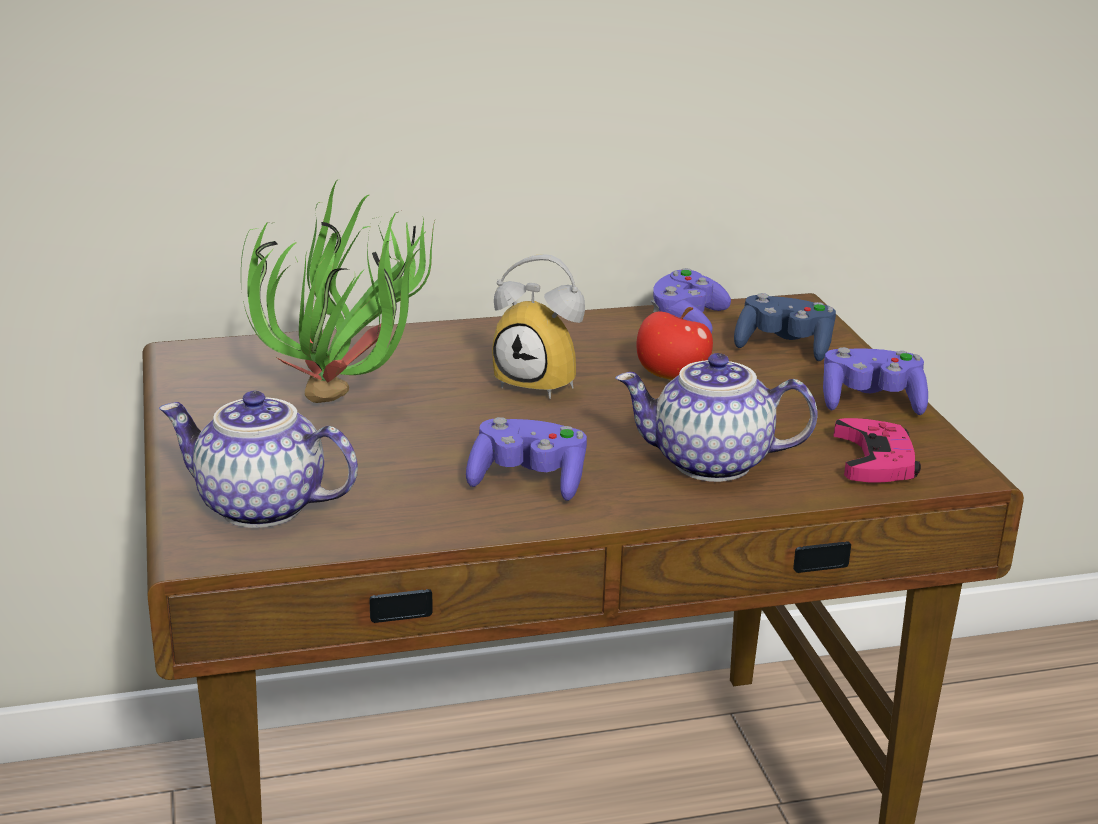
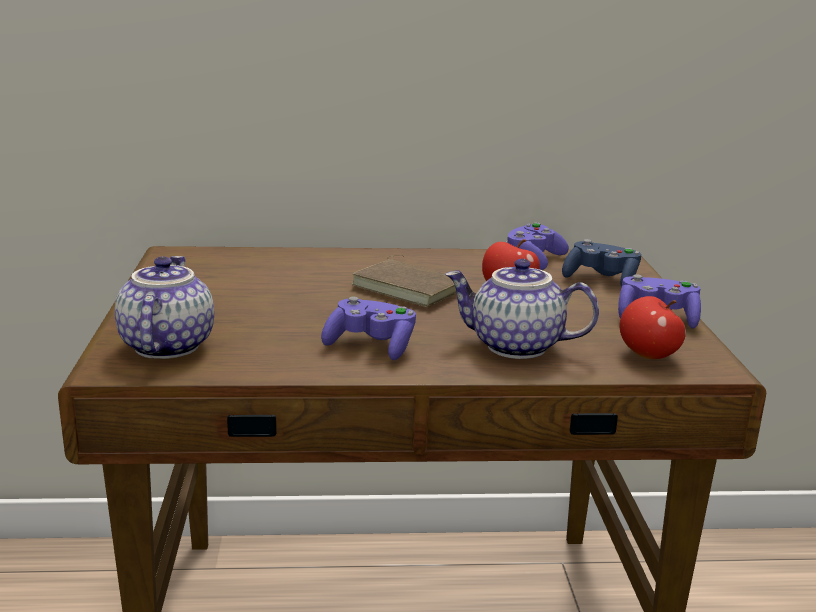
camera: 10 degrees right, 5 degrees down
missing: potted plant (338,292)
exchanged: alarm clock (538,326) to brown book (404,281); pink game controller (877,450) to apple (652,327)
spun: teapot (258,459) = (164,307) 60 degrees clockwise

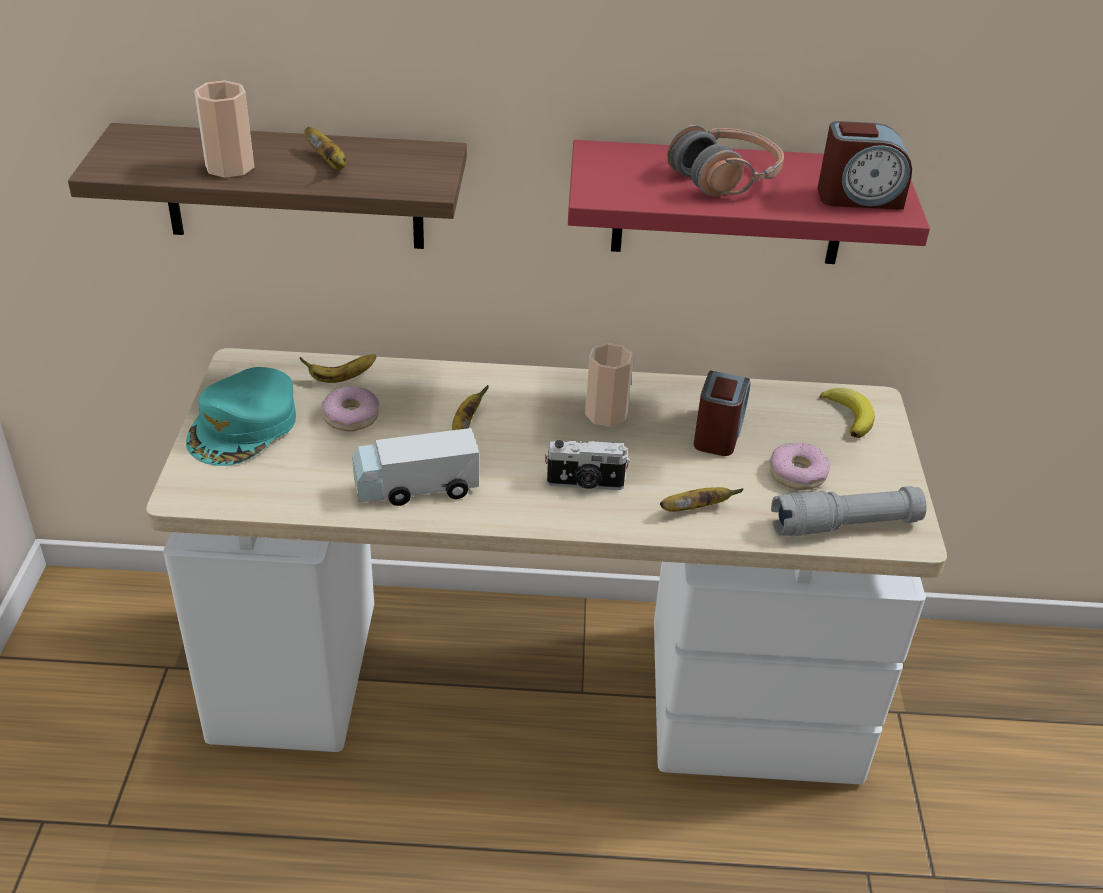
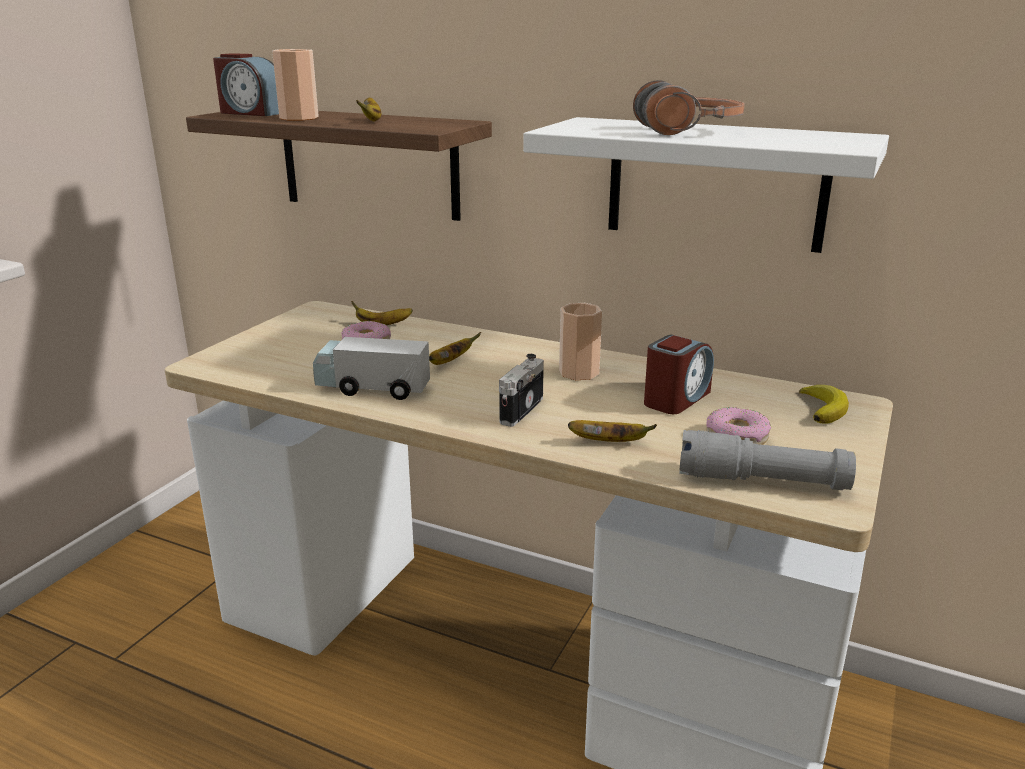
camera: 25 degrees right, 15 degrees down
missing: turquoise cap (241,416)
relocated: alarm clock (864,165) to (246,84)
colour: red shelf (749,202) to white shelf (706,185)
spun: photo camera (587,465) = (521,390) 90 degrees clockwise

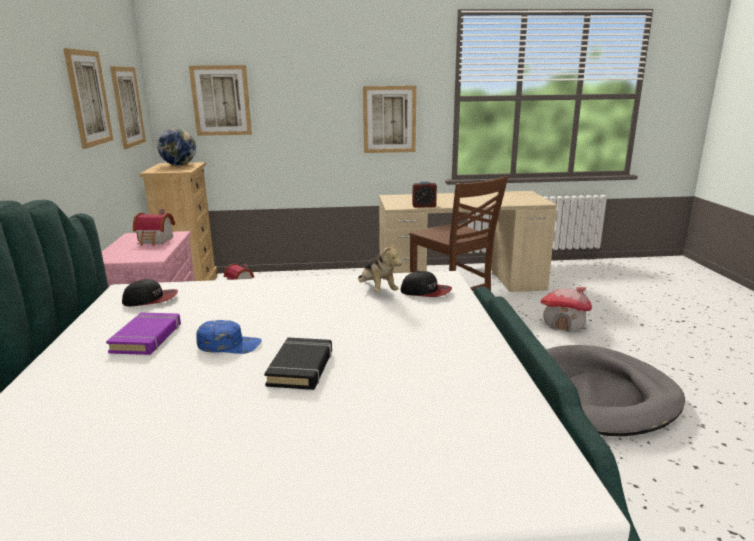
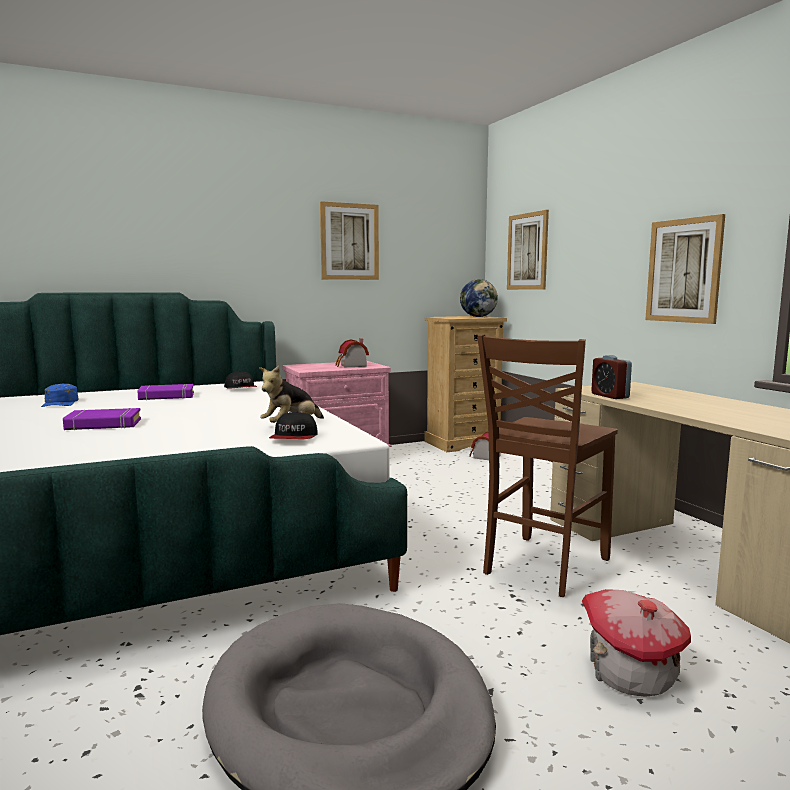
camera: 70 degrees right, 10 degrees down
missing: picture (128,107)
relocated: blue cap (229,337) to (59,395)
colour: black book (298,364) to purple book (102,419)

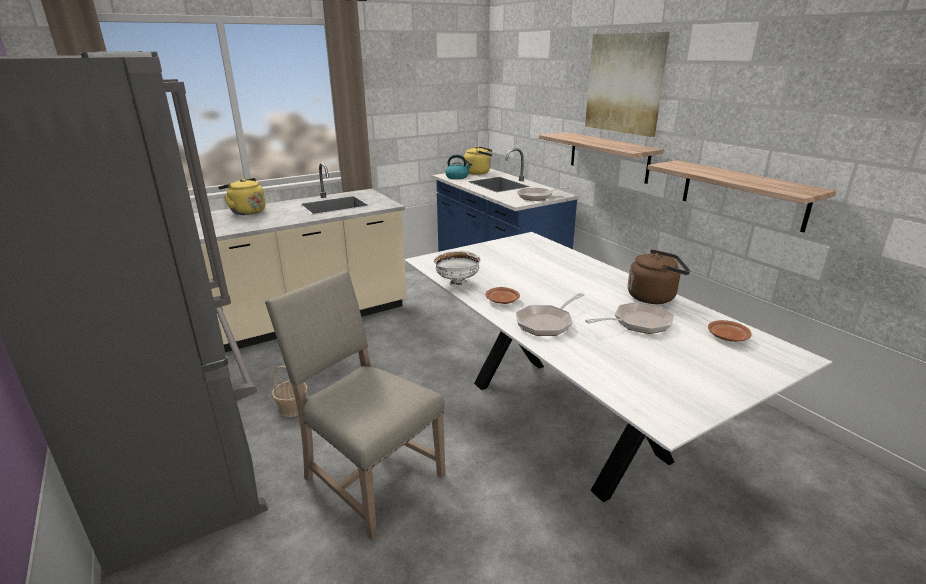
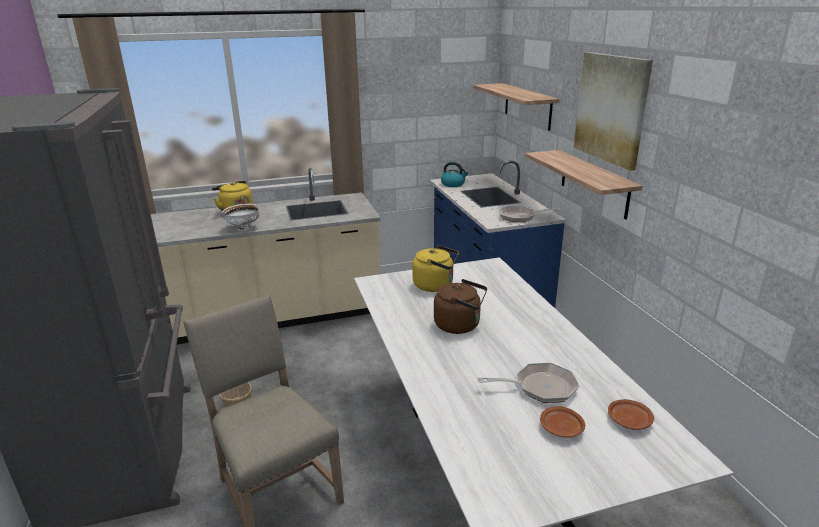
camera: 15 degrees right, 0 degrees up
missing: frying pan (550,314)
relocated: yellow kettle (478,160) to (435,268); shelf (742,196) to (516,107); brown kettle (659,276) to (460,306); white bowl (457,269) to (241,217); brown plate (503,295) to (562,422)

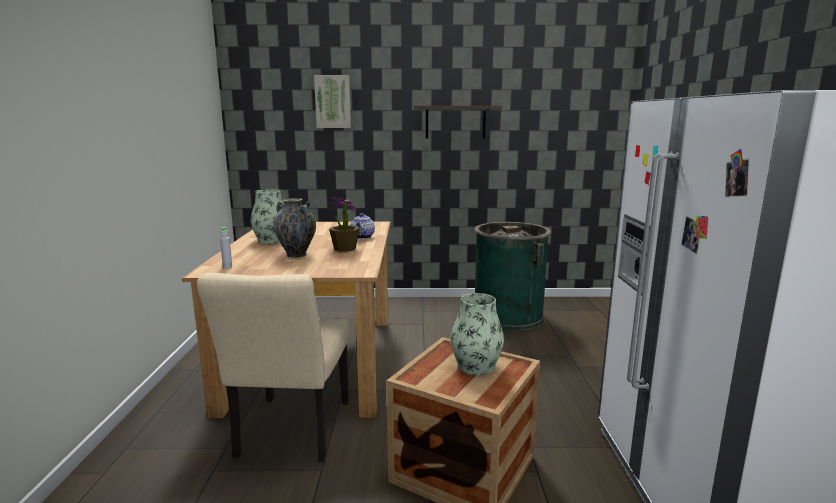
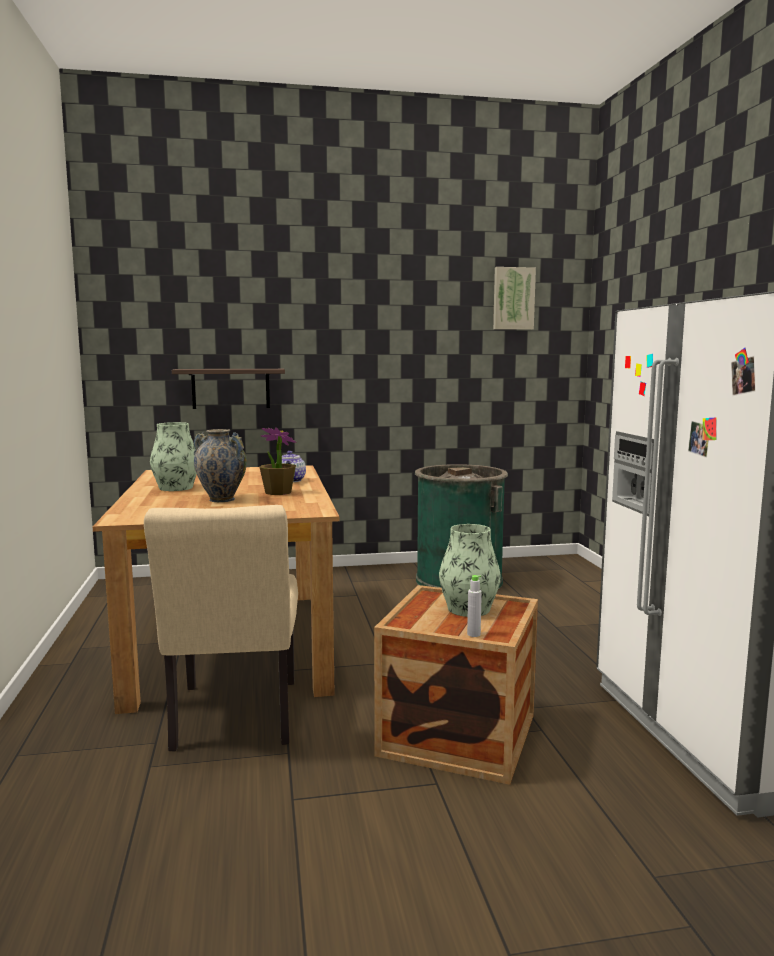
camera: 10 degrees left, 5 degrees down
relocated: picture (332,101) to (514,298); shelf (458,122) to (228,389); grey bottle (226,248) to (474,606)

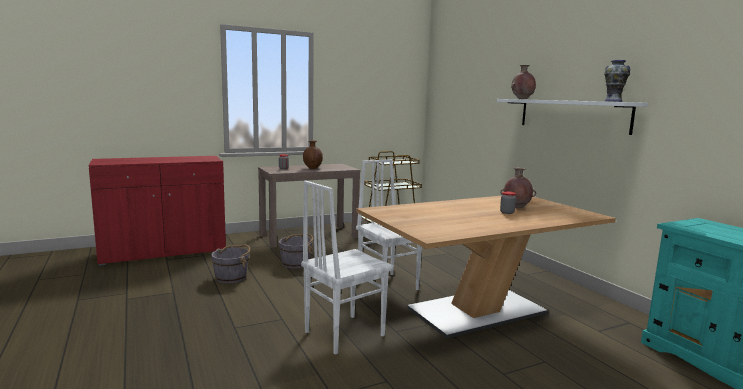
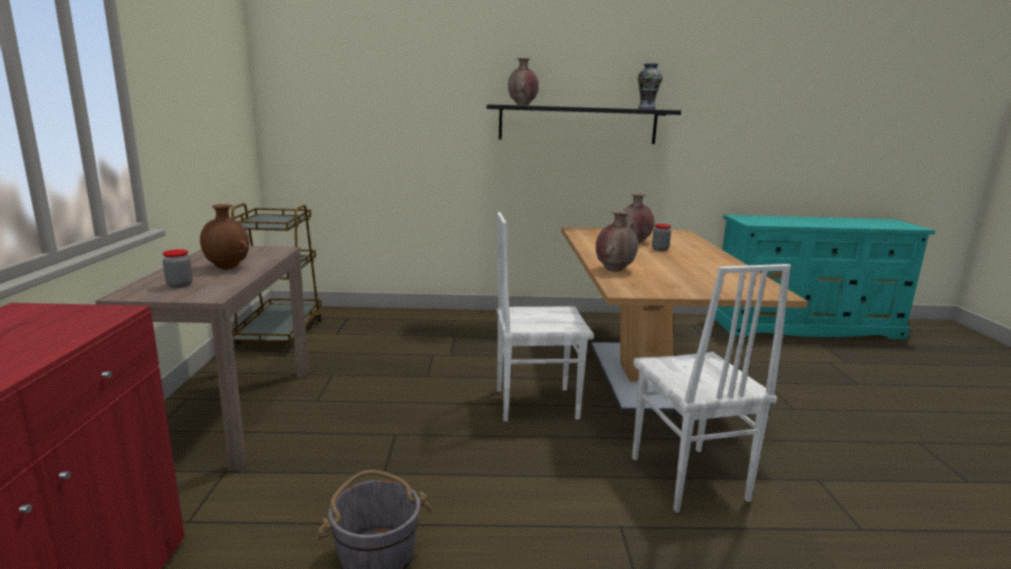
camera: 65 degrees left, 5 degrees up
missing: grey bucket (296,251)
appeared: brown vase (617,241)
colour: white shelf (572,117) to black shelf (584,124)

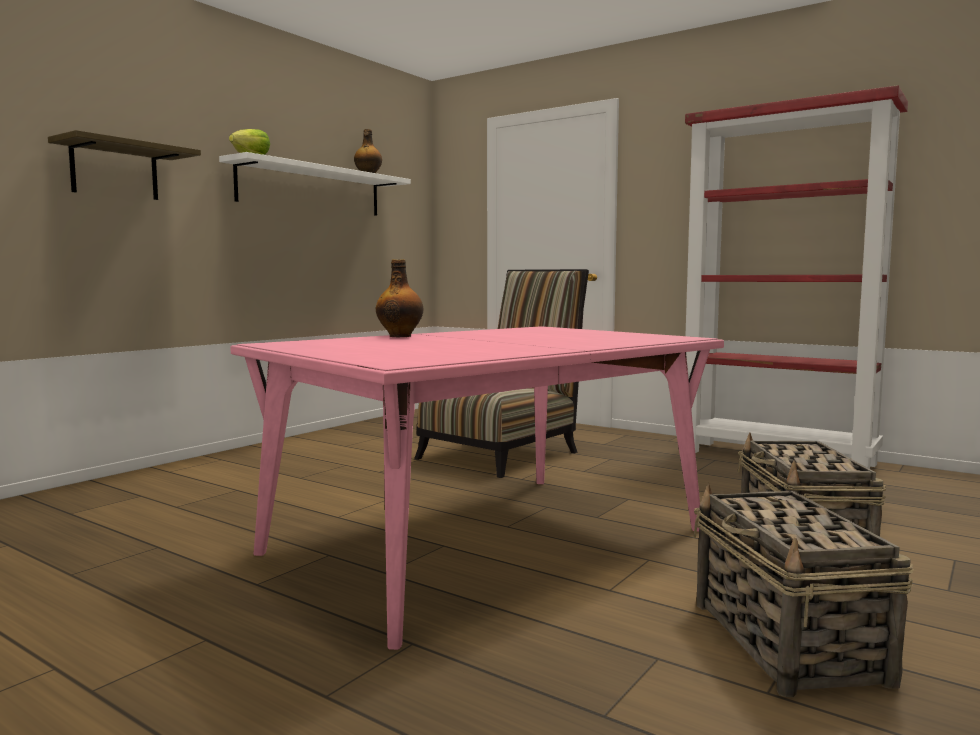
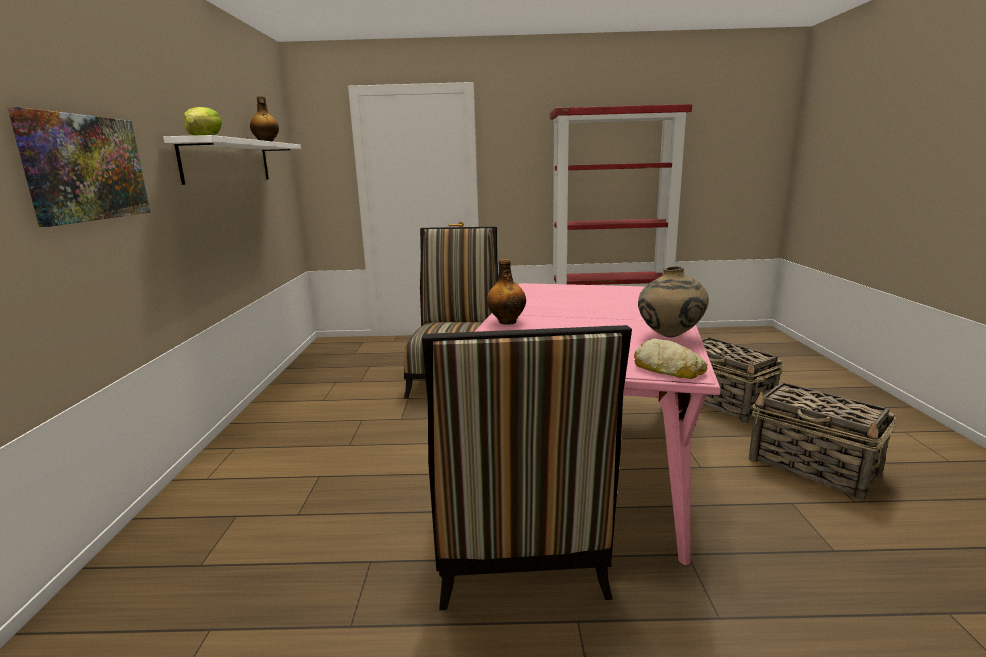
camera: 35 degrees left, 10 degrees up
appeared: beige vase (673,302); chair (527,467); bread (670,359)
exchanged: shelf (124,165) to picture (78,167)

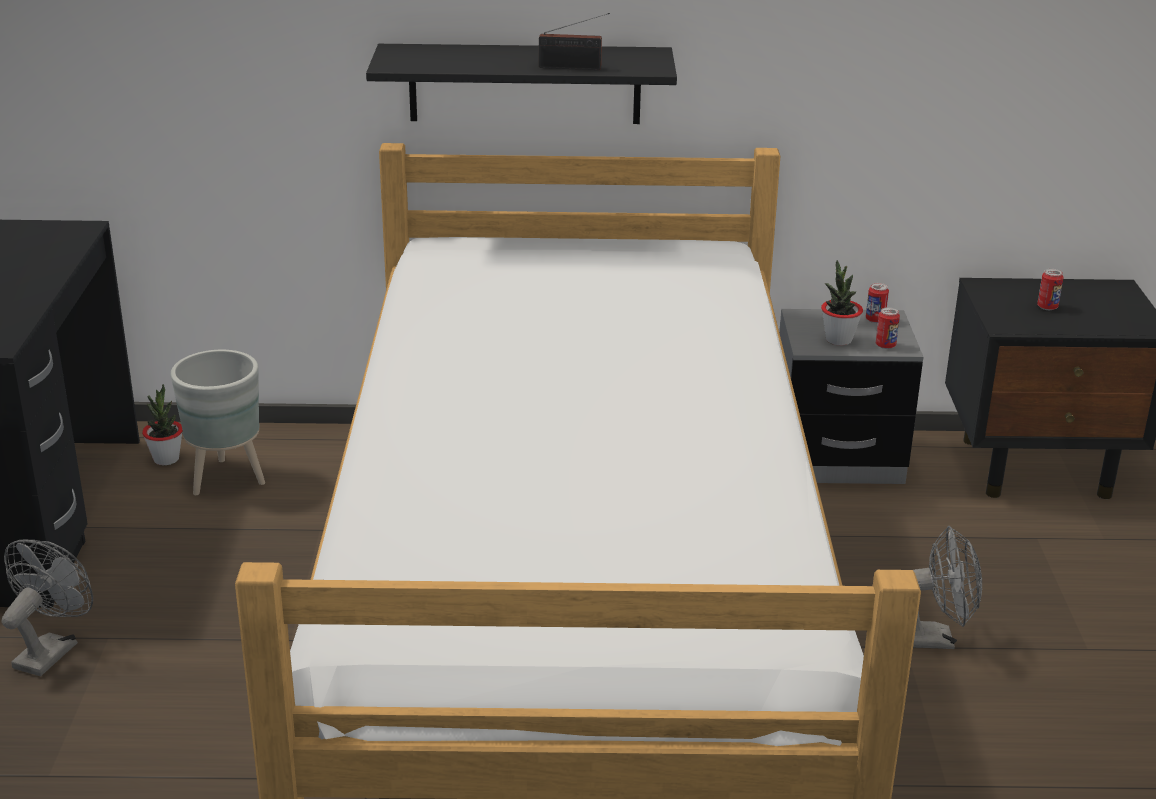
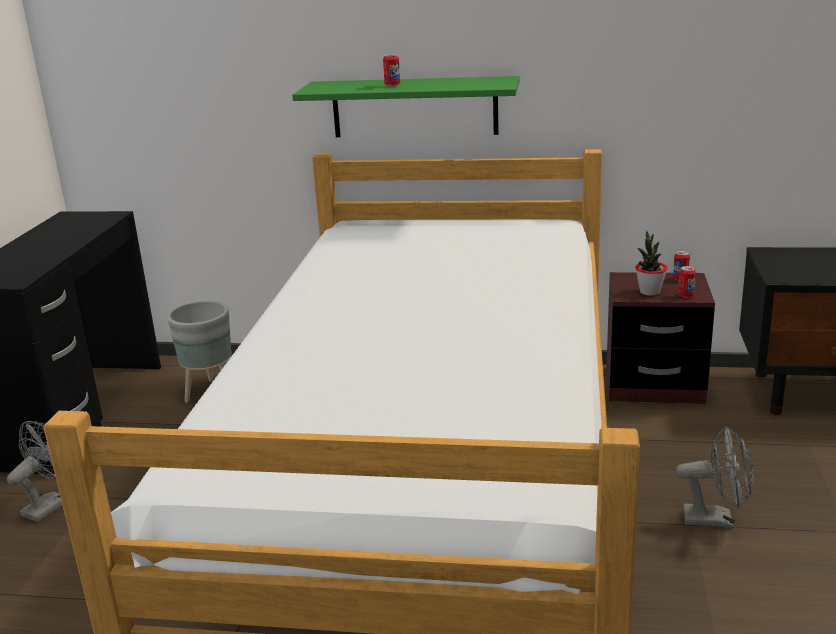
camera: 10 degrees right, 5 degrees down
missing: radio (574,41); potted plant (162,424)
relocated: can (1050,289) to (391,70)
colour: black shelf (521,84) to green shelf (406,106); grey nightstand (851,396) to brown nightstand (660,338)

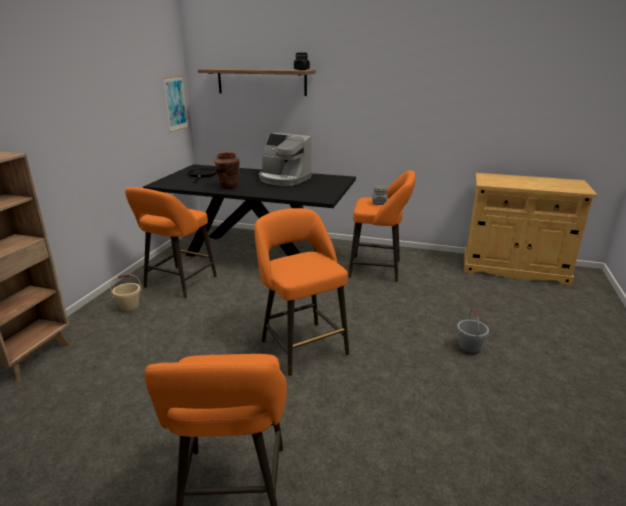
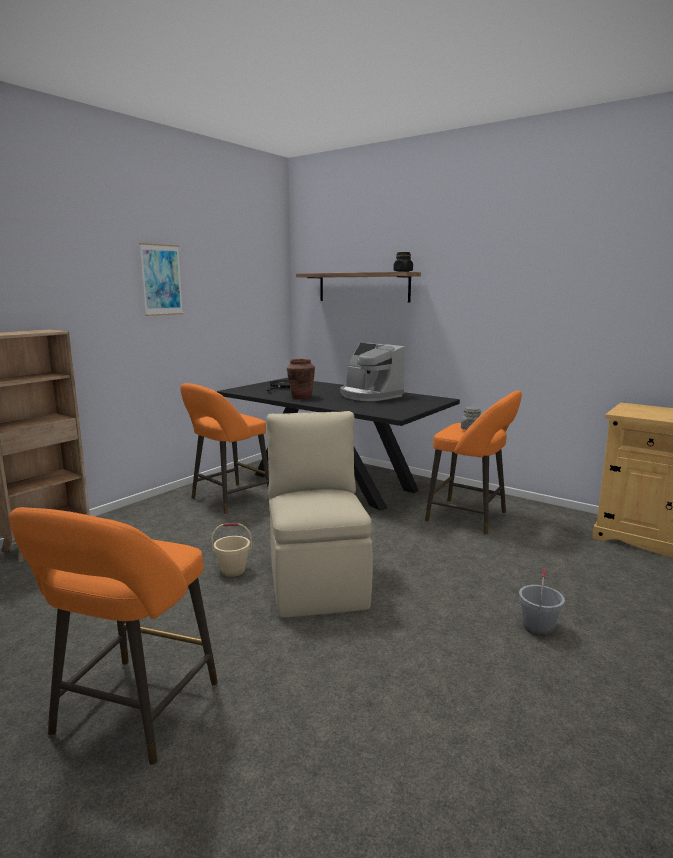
camera: 20 degrees right, 10 degrees down
relocated: picture (175,104) to (161,279); beige bucket (126,293) to (232,550)
exchanged: orange stool (301,292) to beige chair (319,514)

